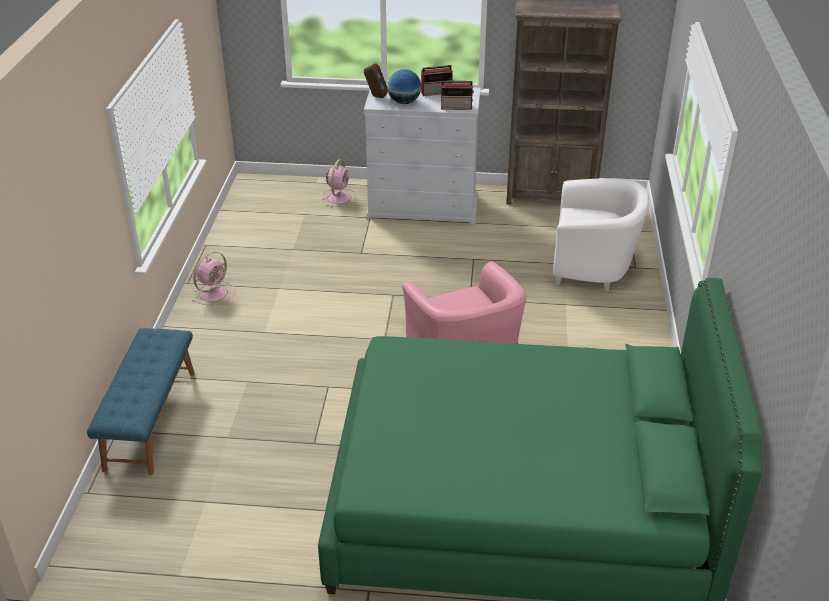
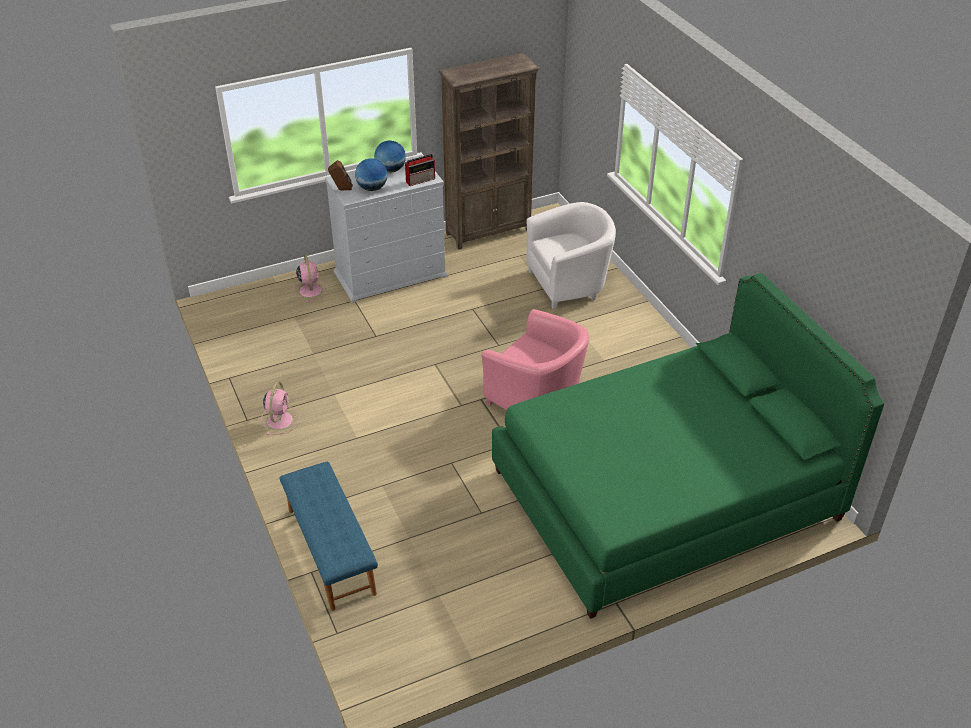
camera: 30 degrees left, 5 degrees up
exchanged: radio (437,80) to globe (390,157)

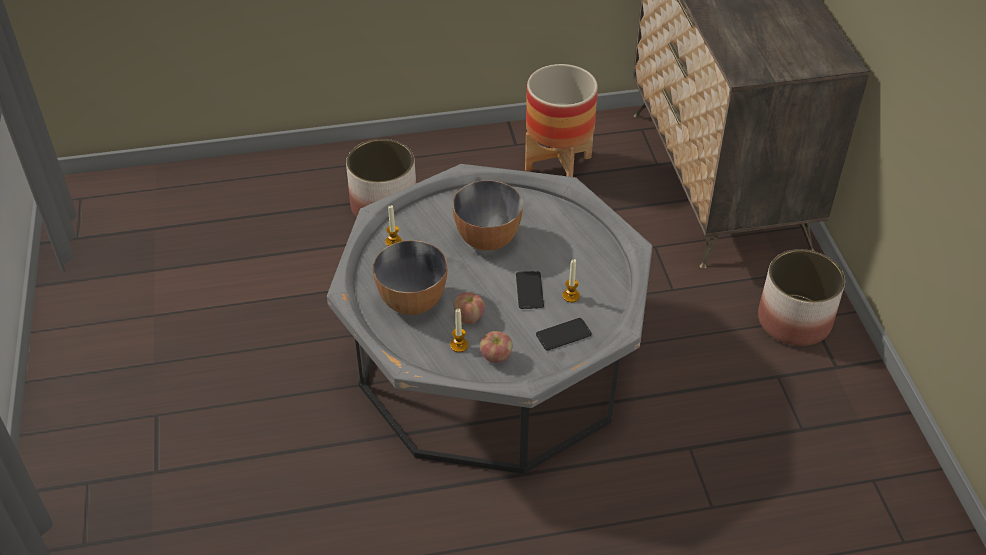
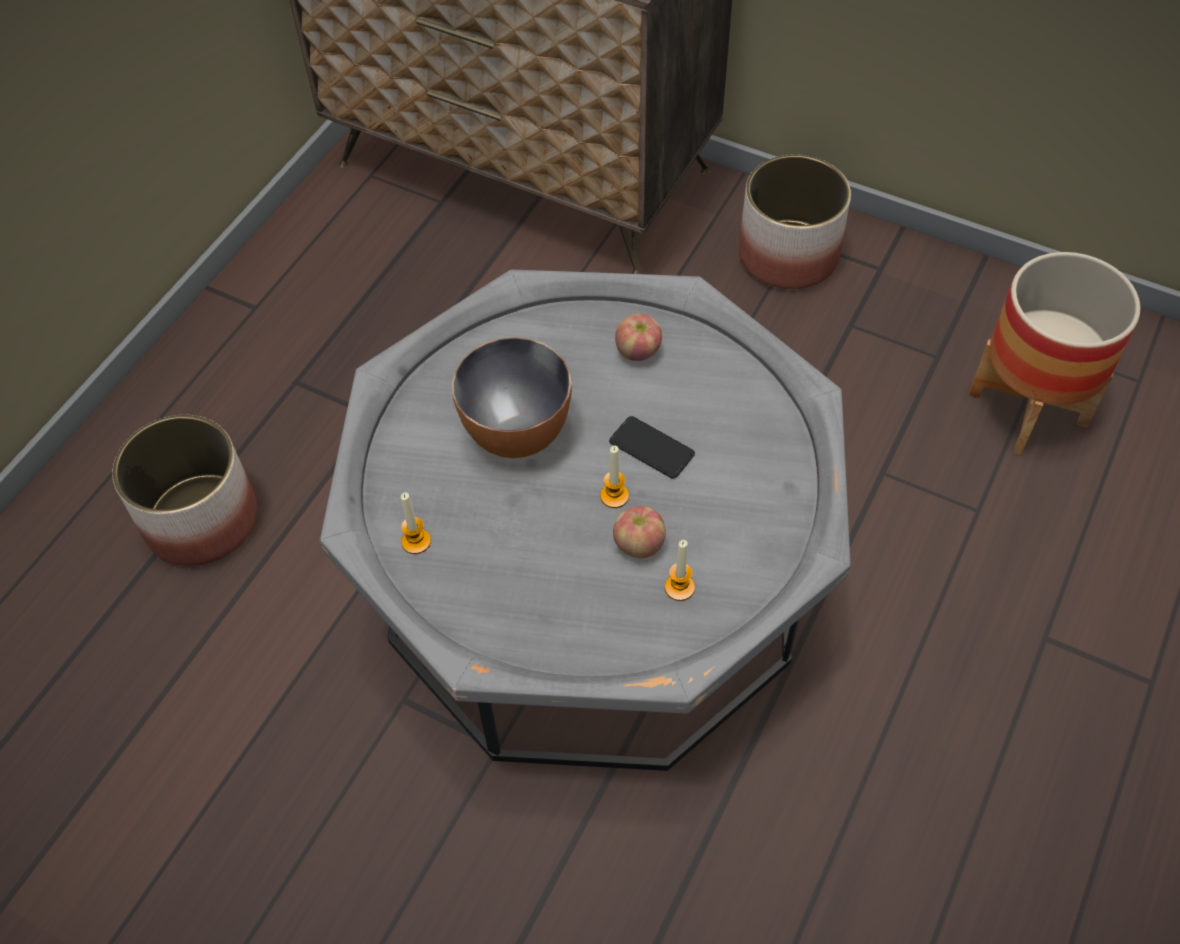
camera: 50 degrees left, 10 degrees up
missing: bowl (410,277); phone (564,334)
relocated: planter (561,120) to (1055,353); candle (571,281) to (614,477); apple (496,347) to (638,337)

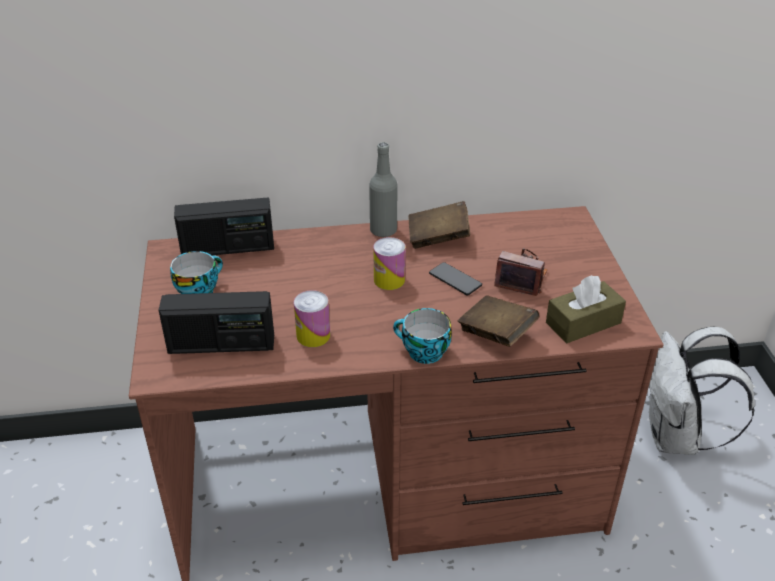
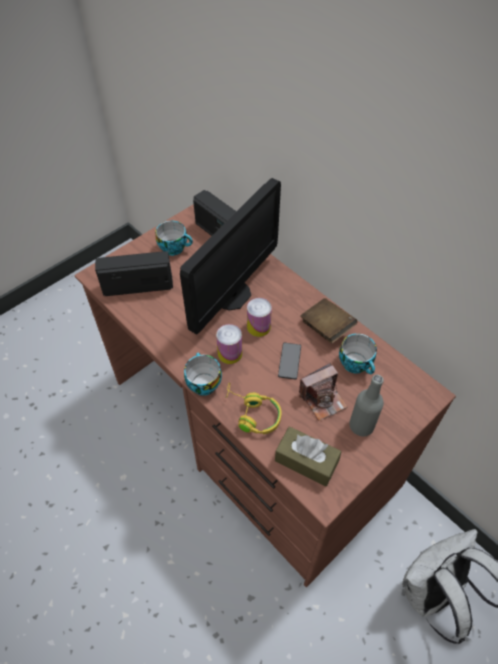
camera: 55 degrees right, 15 degrees up
appeared: monitor (230,256); cup (358,353)
relocated: grey bottle (383,189) to (366,405); can (312,318) to (229,344)
exchanged: brown book (498,321) to yellow headphones (253,409)
spun: photo camera (521,272) = (323,392) 75 degrees clockwise; radio (216,322) = (134,273) 120 degrees clockwise

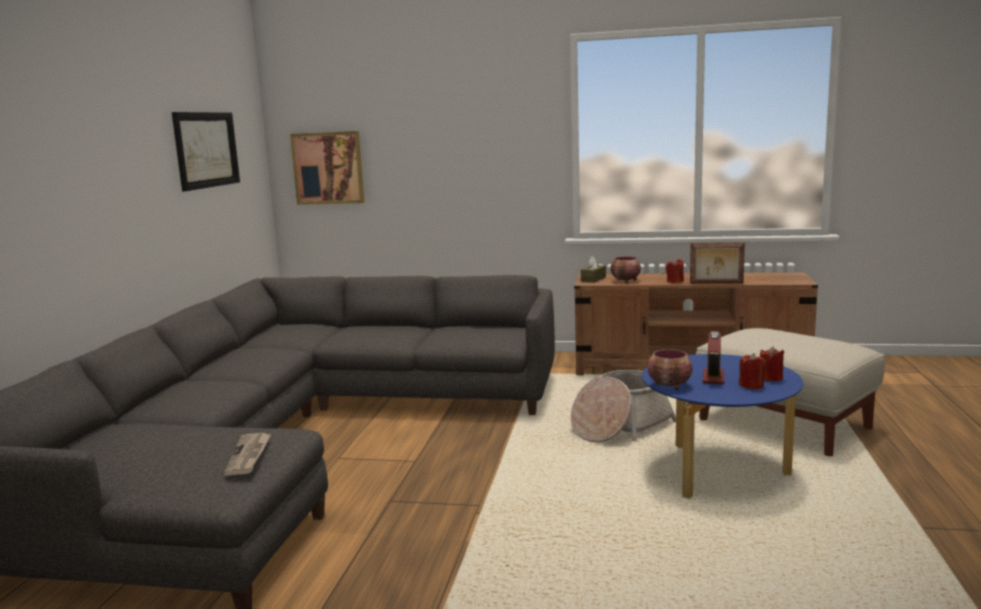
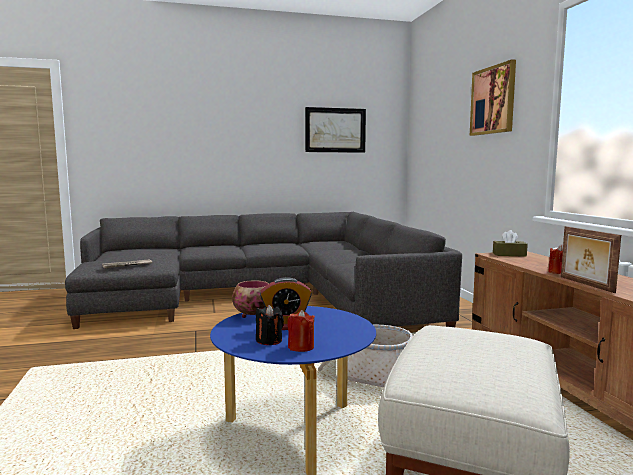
camera: 65 degrees right, 5 degrees down
missing: bowl (625,269)
relocated: picture (327,168) to (493,97)
colour: red candle (752,371) to black candle (270,325)

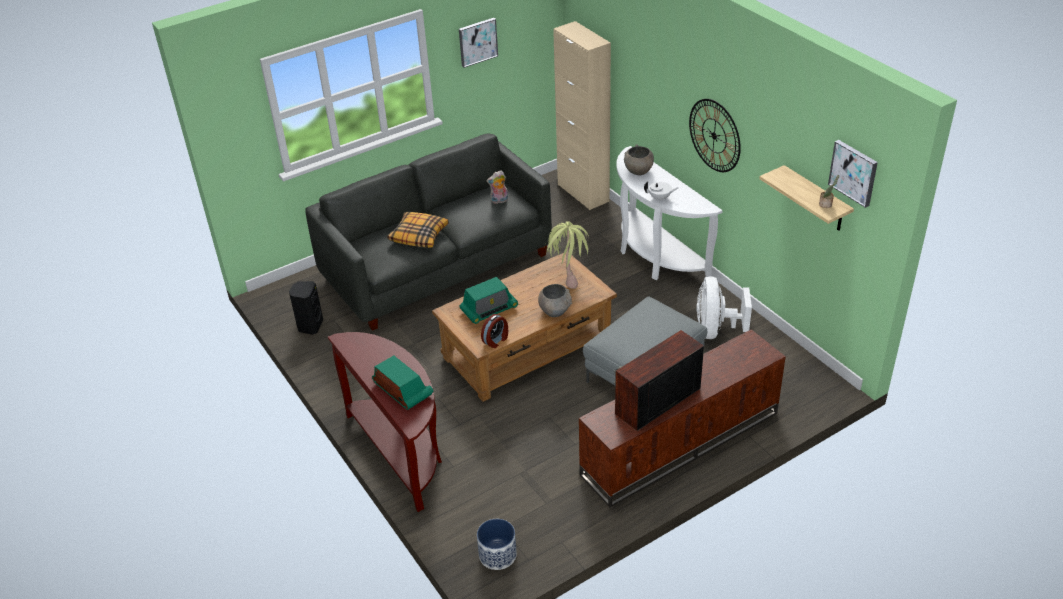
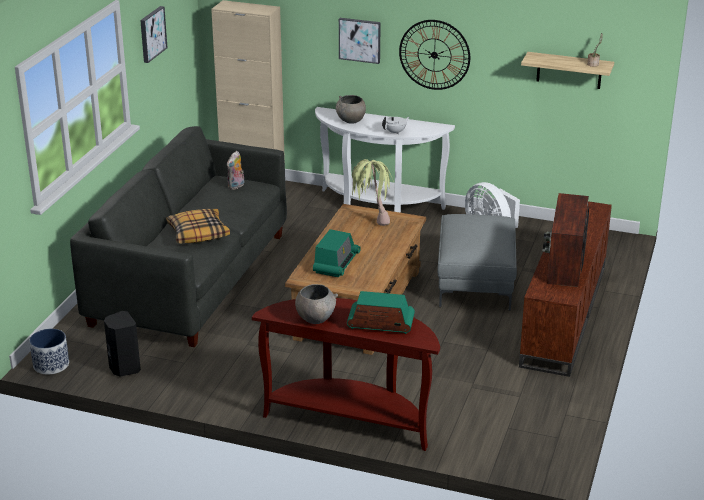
camera: 40 degrees left, 10 degrees down
missing: alarm clock (494,331)
relocated: picture (853,174) to (360,41); grey bowl (555,300) to (316,304); planter (497,544) to (49,352)

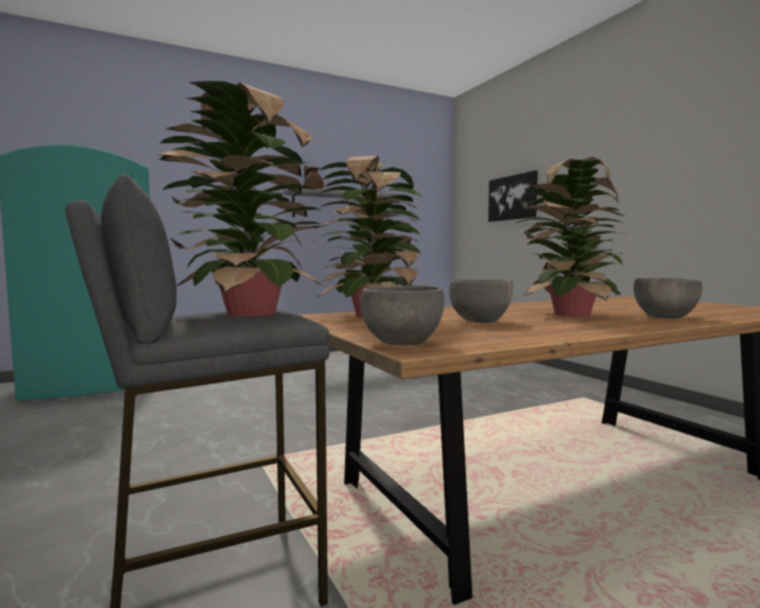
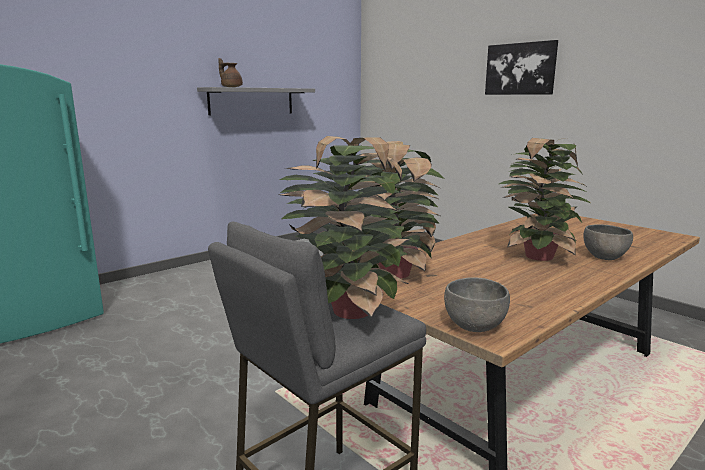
camera: 15 degrees left, 10 degrees up
missing: grey bowl (481,301)
relocated: picture (513,196) to (521,67)

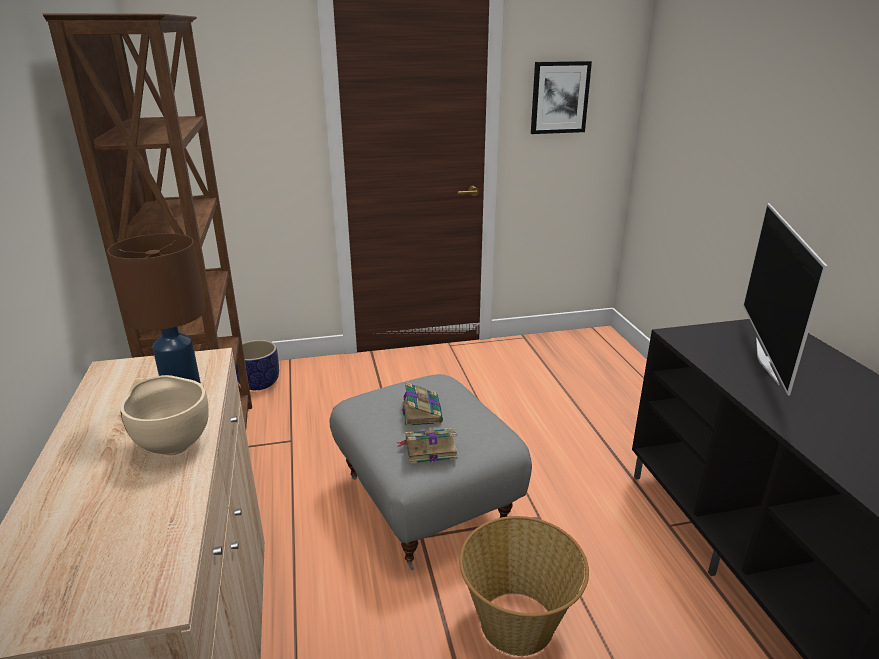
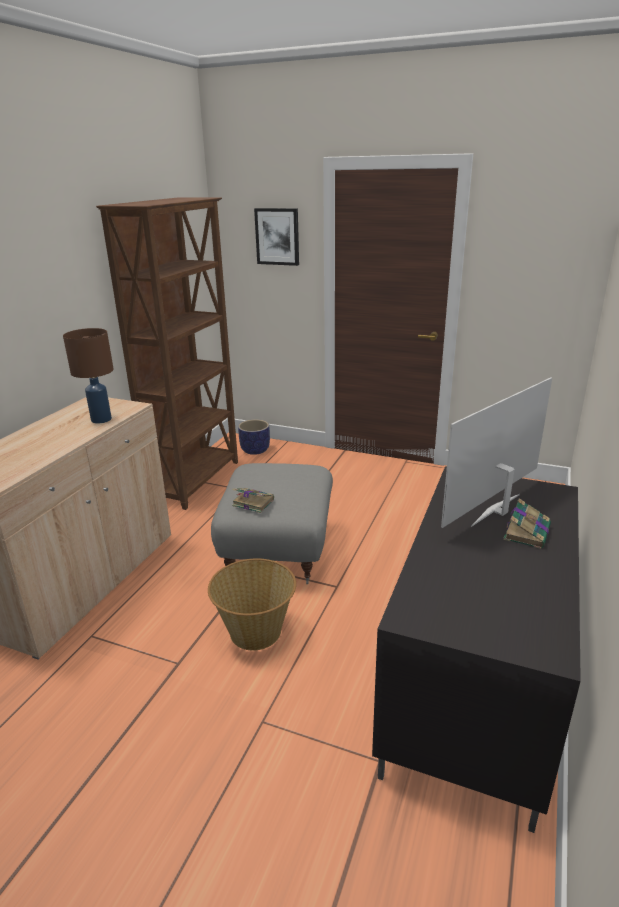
camera: 35 degrees right, 0 degrees up
missing: beige bowl (164,415)
relocated: picture (561,97) to (276,237); book (422,404) to (527,523)

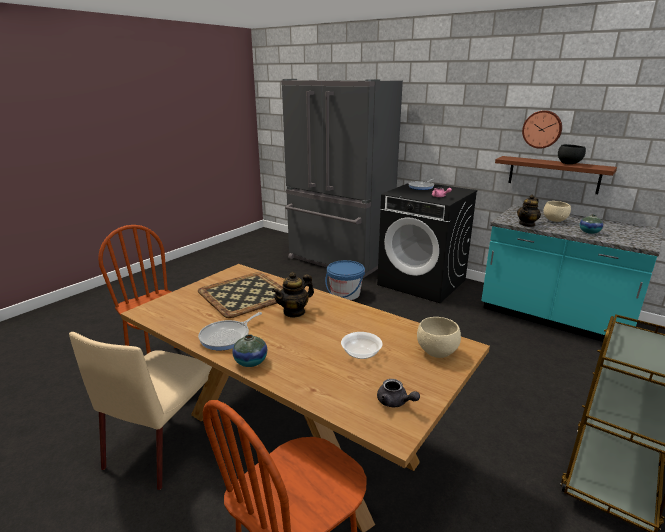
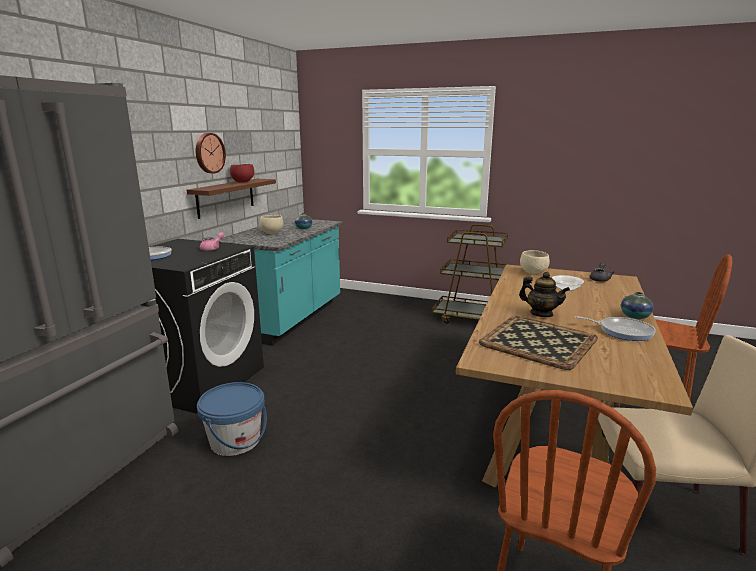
camera: 105 degrees left, 5 degrees down
missing: teapot (529,211)
colour: black bowl (572,154) to red bowl (242,173)

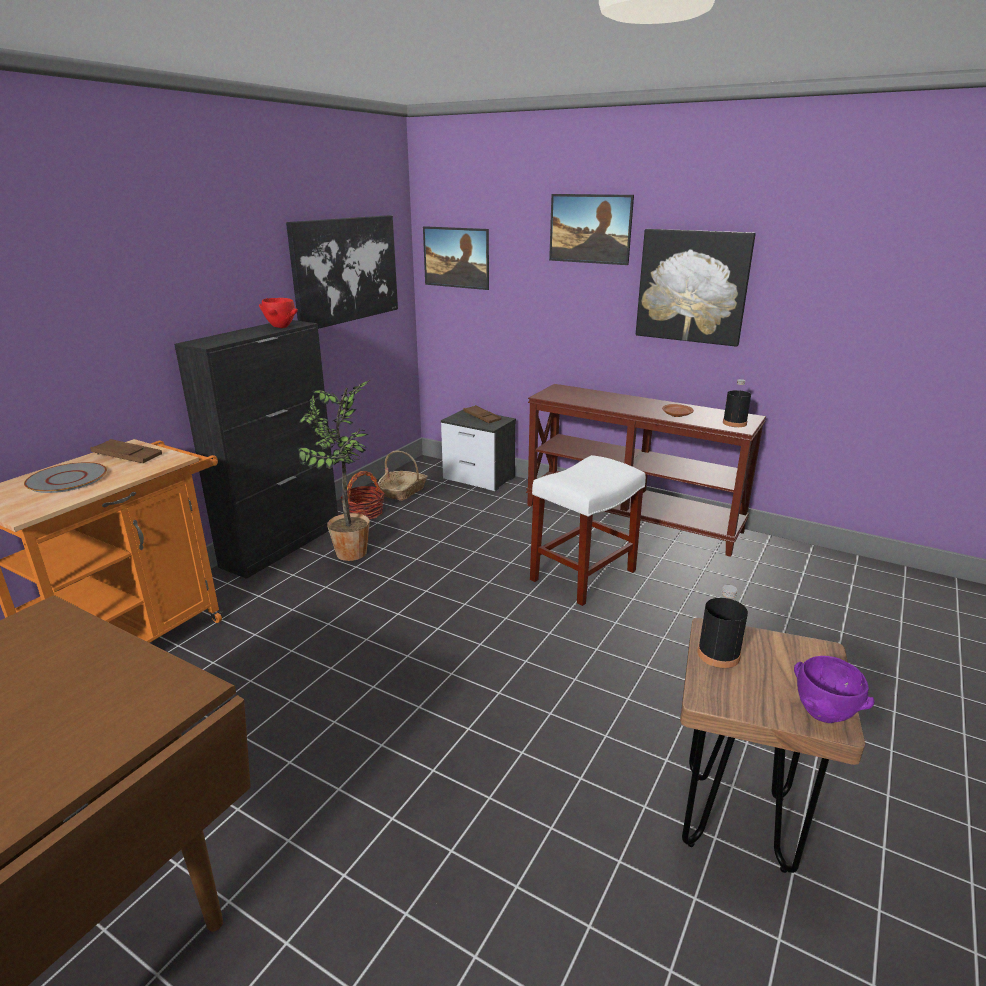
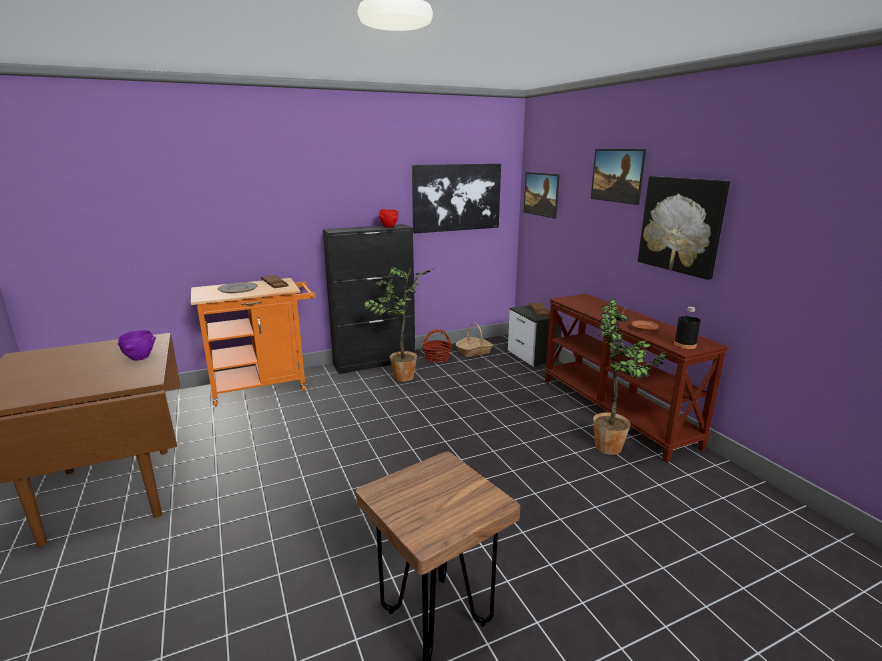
camera: 35 degrees right, 5 degrees down
missing: white stool (588,530); black bottle (722,626)
appeared: potted plant (632,376)
relocated: purple bowl (834,689) to (136,345)

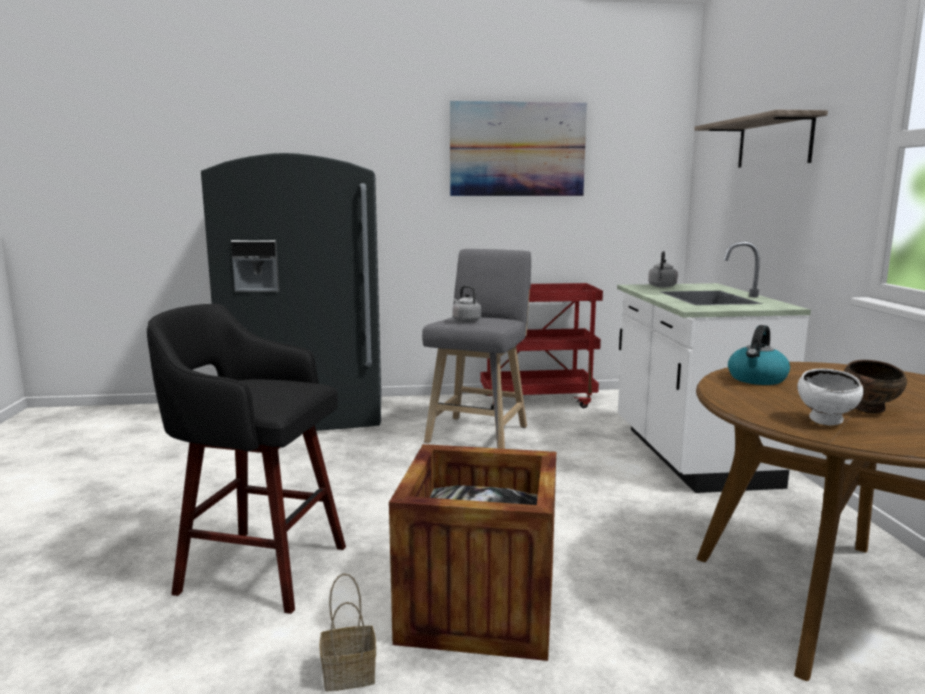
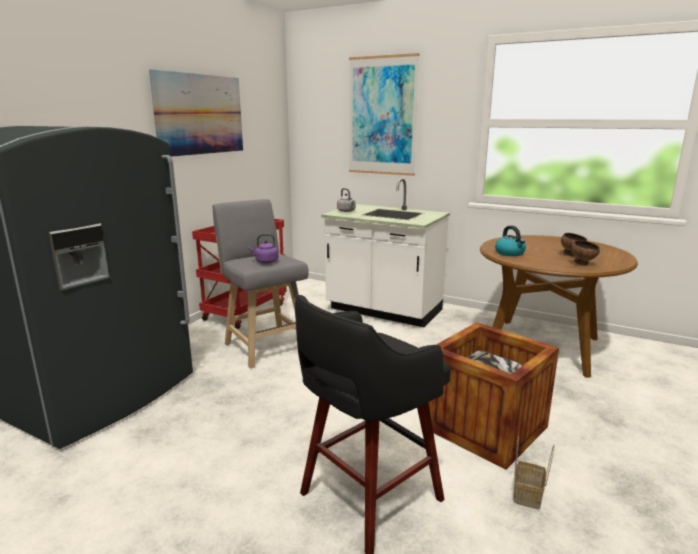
camera: 55 degrees left, 5 degrees up
exchanged: shelf (761,139) to picture (384,114)
colour: grey kettle (467,303) to purple kettle (263,248); white bowl (831,397) to brown bowl (585,253)

